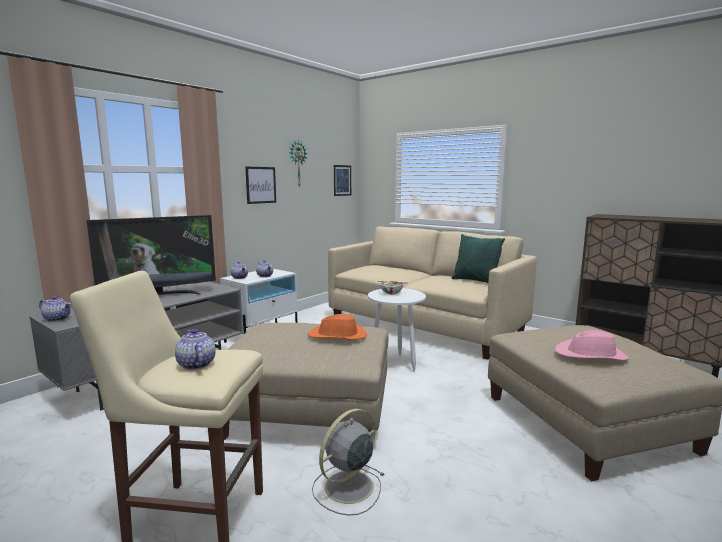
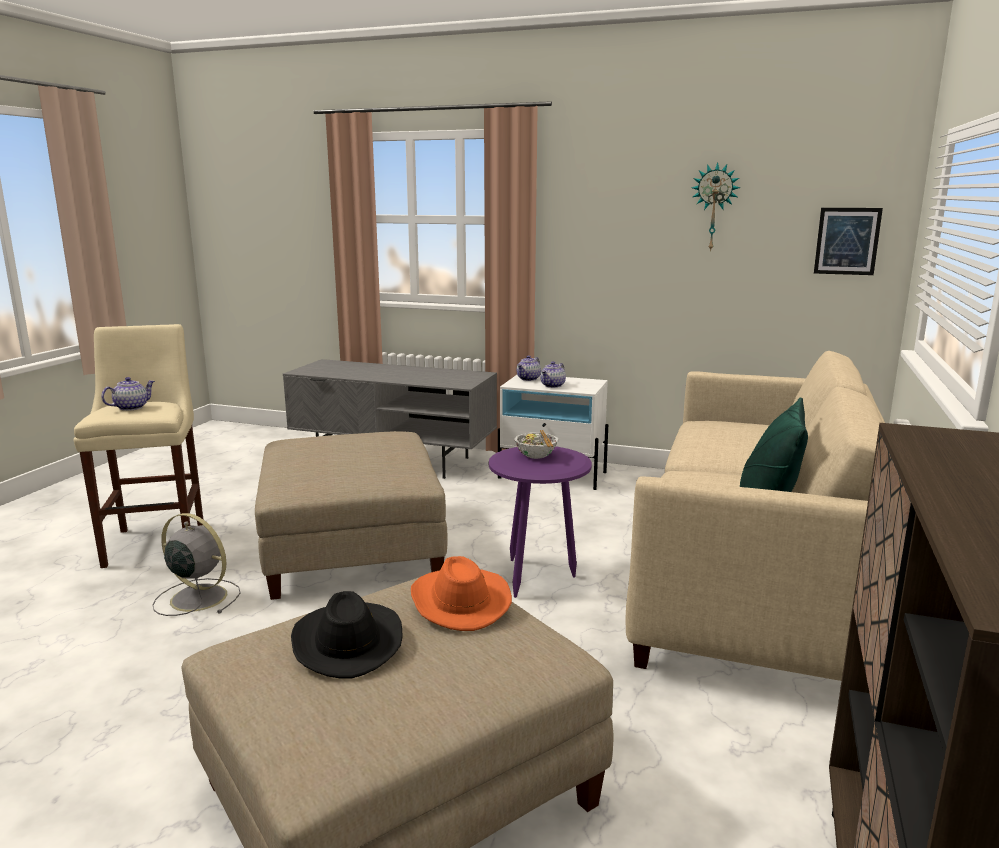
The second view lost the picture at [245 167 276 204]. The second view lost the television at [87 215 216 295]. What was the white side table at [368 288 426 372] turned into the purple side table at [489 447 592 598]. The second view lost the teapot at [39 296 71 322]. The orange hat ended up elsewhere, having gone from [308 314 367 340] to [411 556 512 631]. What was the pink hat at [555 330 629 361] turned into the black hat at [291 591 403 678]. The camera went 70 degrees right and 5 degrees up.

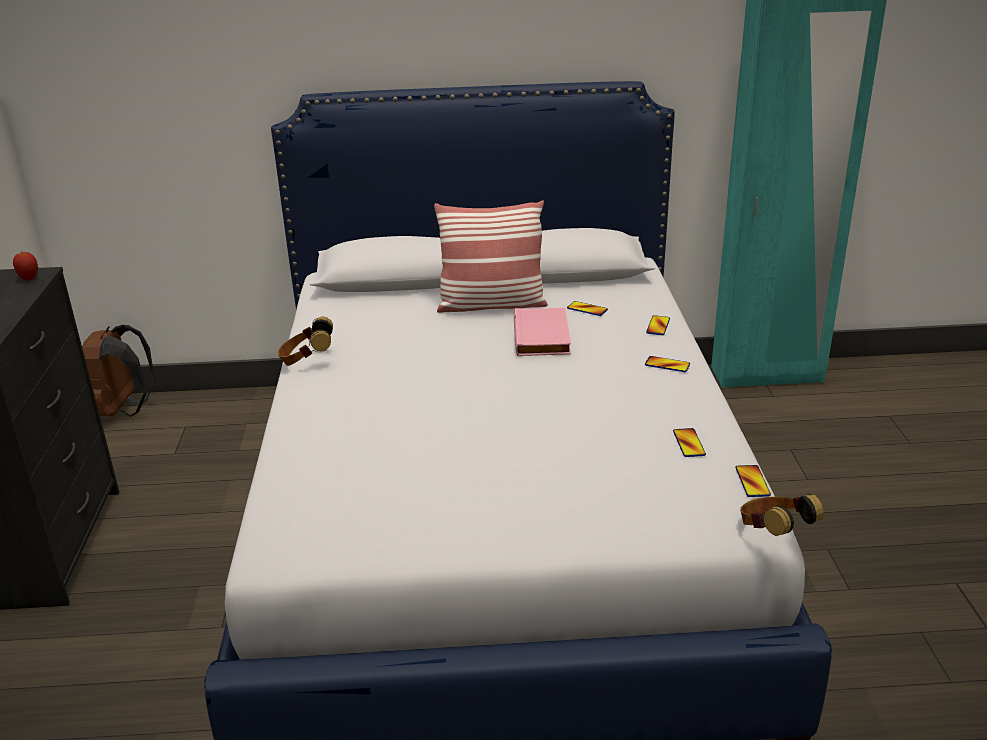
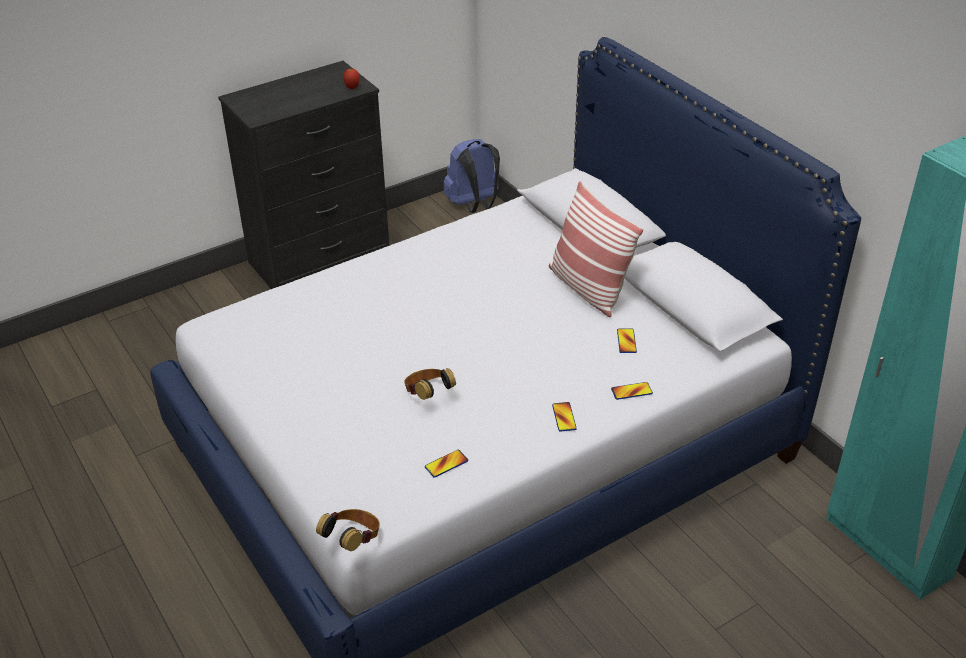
The second view lost the pink book at [514 308 571 356]. The headphones ended up elsewhere, having gone from [278 317 333 366] to [405 368 456 400]. What was the brown backpack at [82 325 155 417] turned into the blue backpack at [444 139 500 213]. The second view lost the phone at [735 465 771 497]. The camera went 60 degrees right and 10 degrees up.

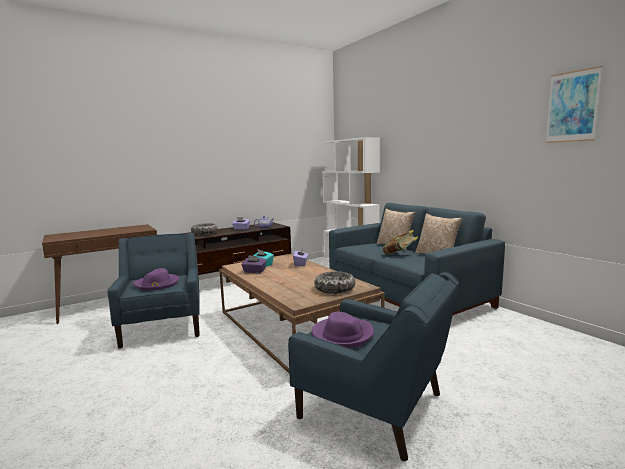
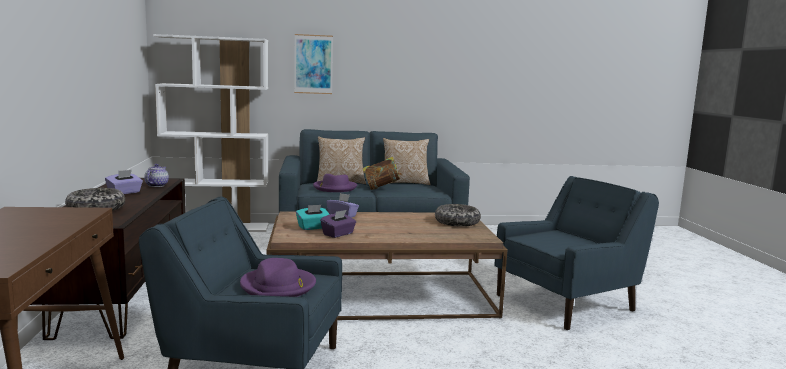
The picture ended up elsewhere, having gone from [545 66 602 143] to [294 34 333 94]. The purple hat ended up elsewhere, having gone from [312 312 374 348] to [313 174 357 192]. The camera went 65 degrees left and 0 degrees up.

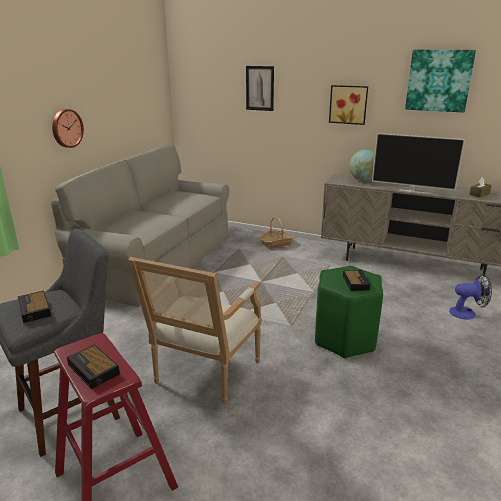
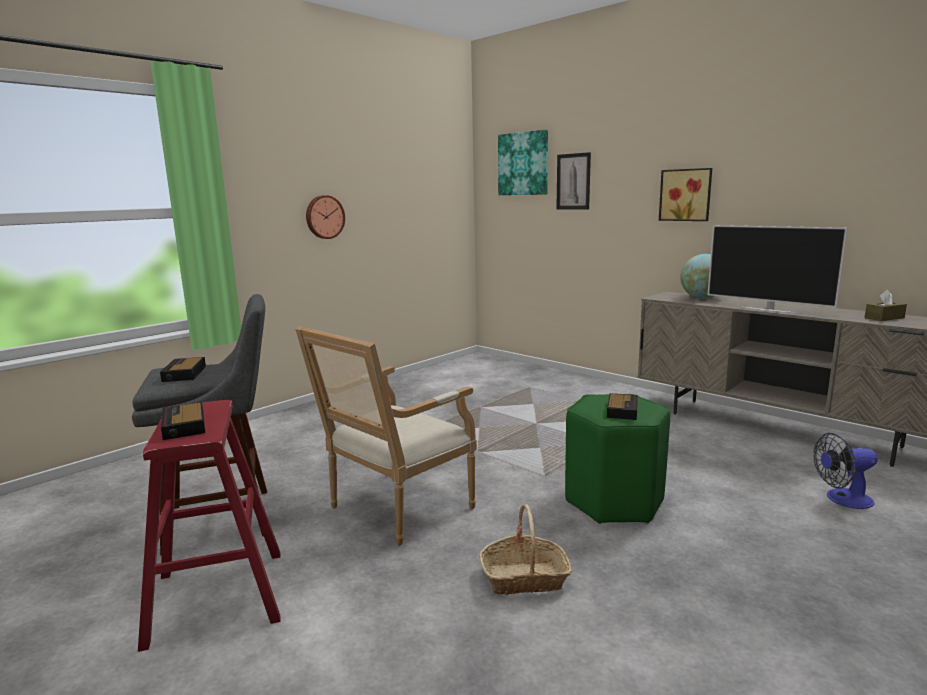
The picture ended up elsewhere, having gone from [405 50 476 113] to [498 130 548 195]. The second view lost the grey sofa at [51 145 229 307]. The basket ended up elsewhere, having gone from [259 217 294 249] to [479 504 573 595]. The fan at [449 274 492 320] ended up facing another way, 150 degrees clockwise from before. The camera went 20 degrees right and 10 degrees down.

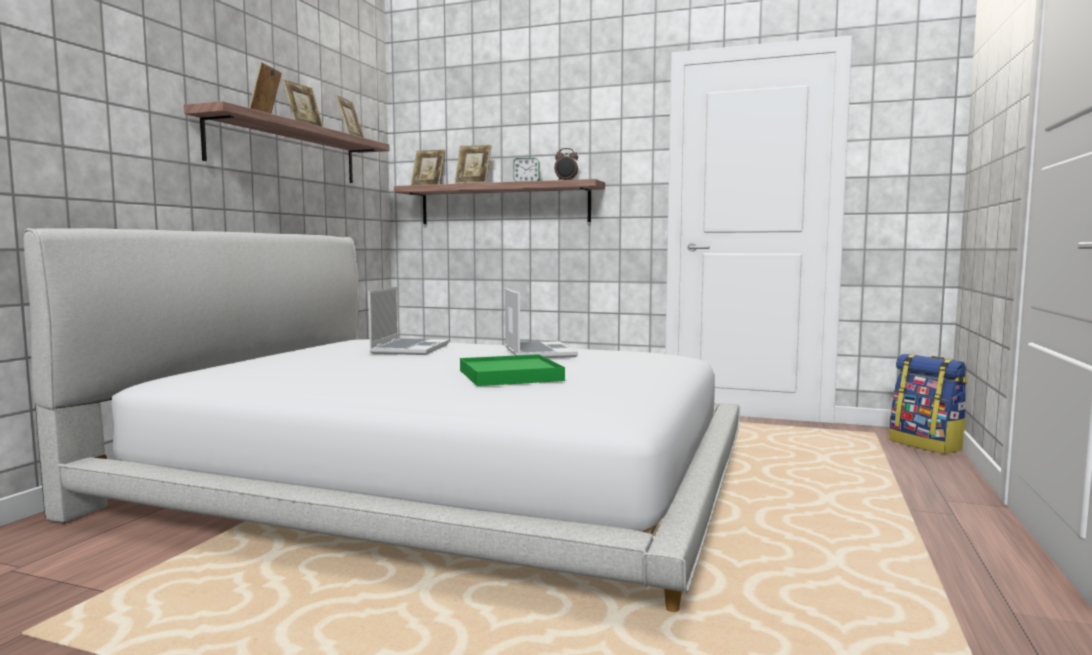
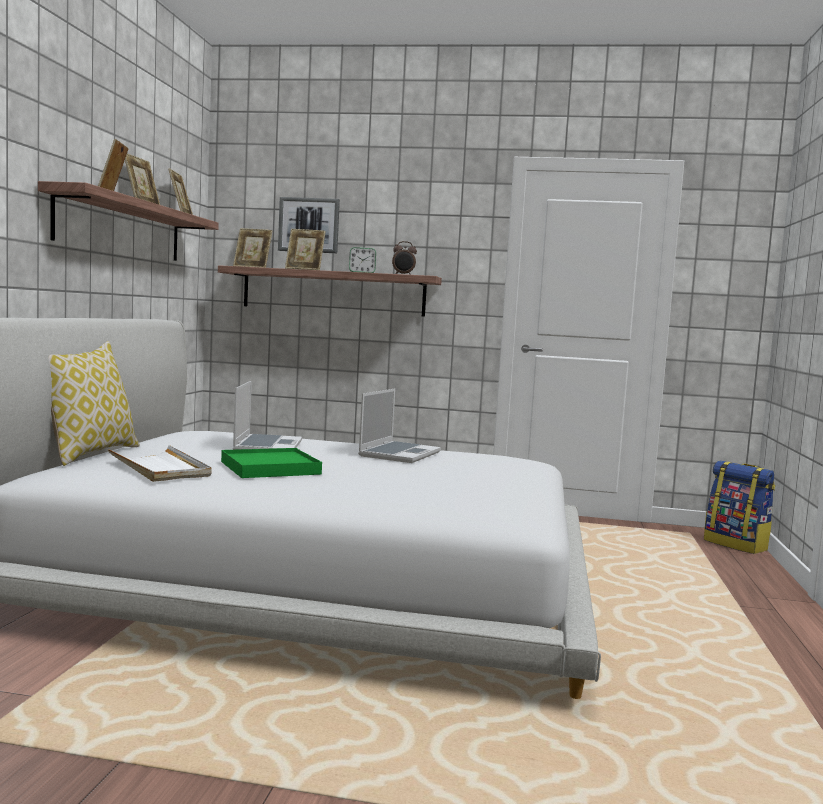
The laptop at [505 288 578 358] ended up facing another way, 45 degrees clockwise from before. The green tray ended up elsewhere, having gone from [460 354 565 386] to [221 448 322 478]. The second view gained the picture at [278 197 340 253]. The second view gained the pillow at [49 341 140 466]. The second view gained the white tray at [108 445 212 482]. The camera went 10 degrees left and 0 degrees up.

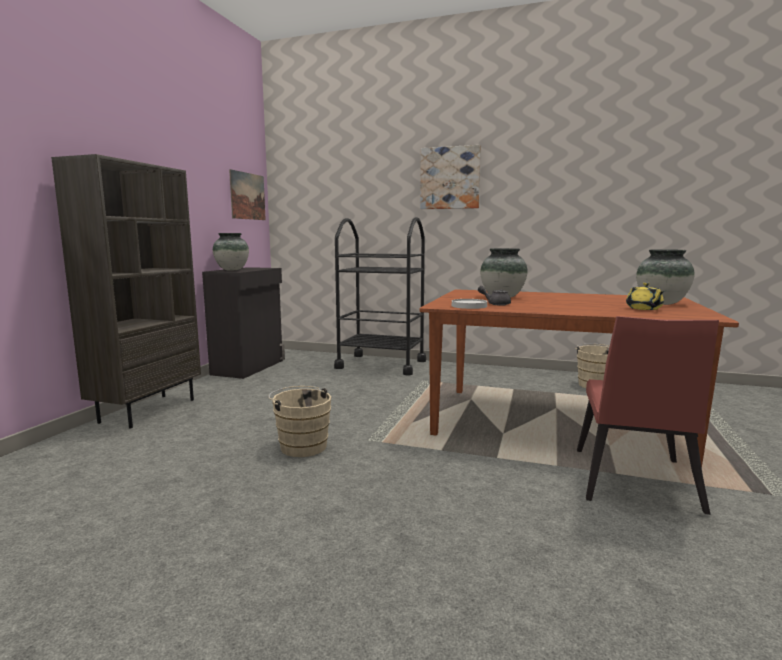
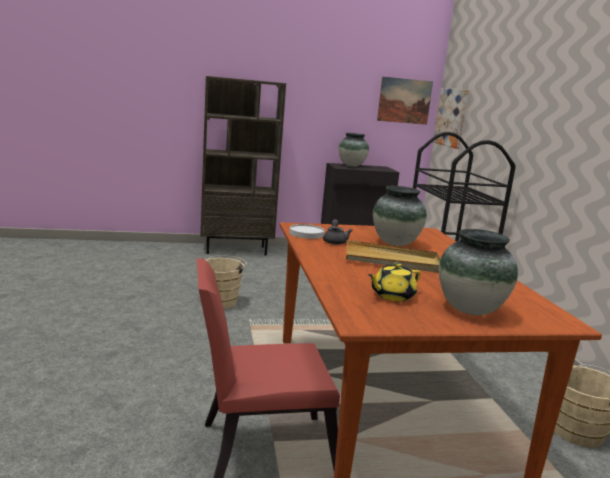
The picture ended up elsewhere, having gone from [420 145 481 209] to [433 88 469 149]. The second view gained the beige tray at [346 240 441 273]. The camera went 60 degrees right and 5 degrees up.

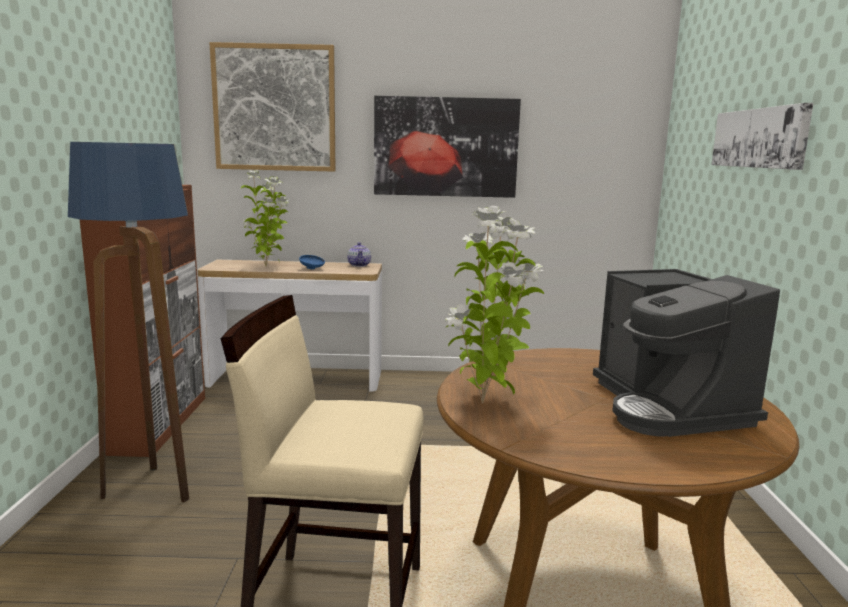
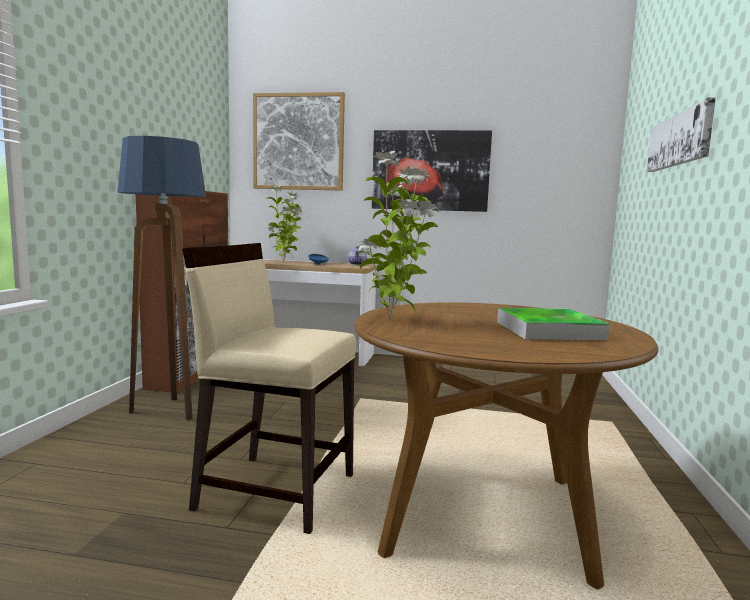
Where the coffee machine stood at [593 269 780 437], the tray came to stand at [497 308 609 340]. The camera went 10 degrees right and 5 degrees down.

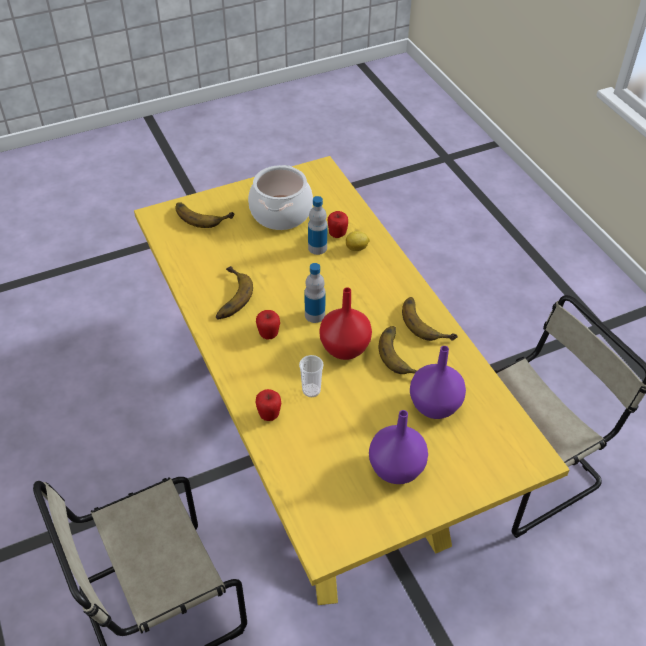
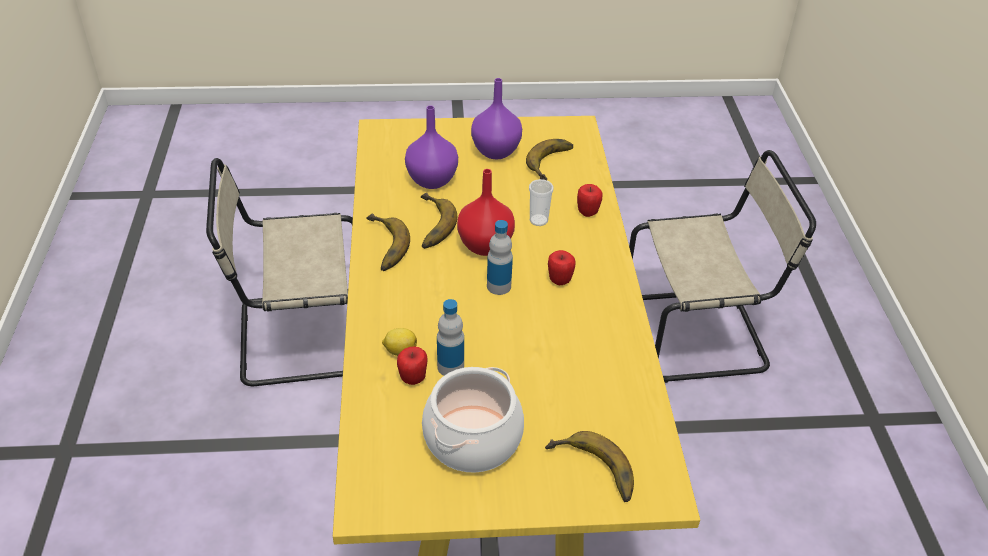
The banana ended up elsewhere, having gone from [216 266 253 319] to [526 139 573 180]. The camera went 160 degrees left and 5 degrees down.

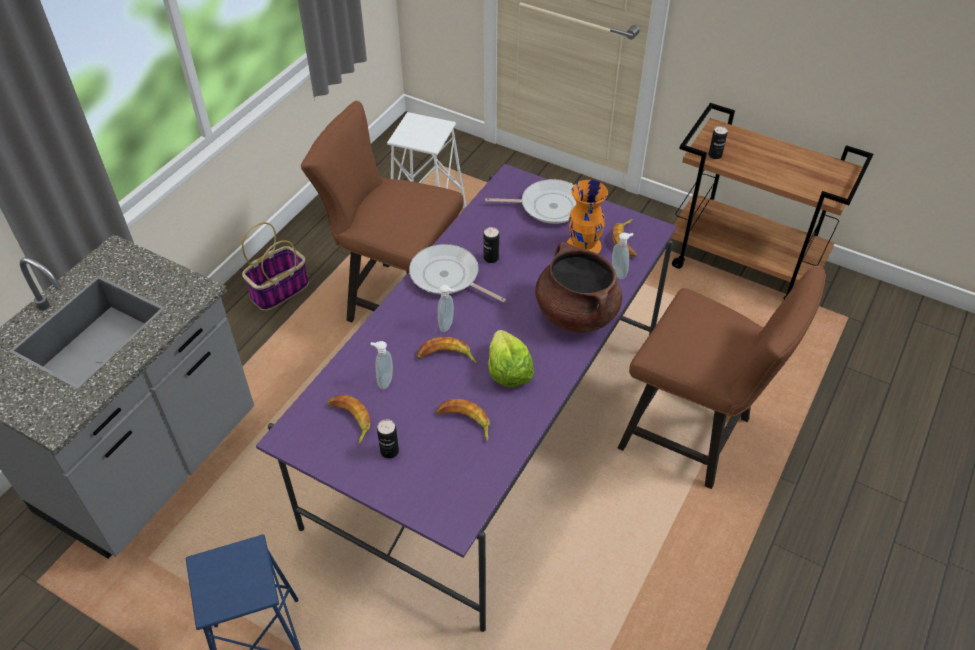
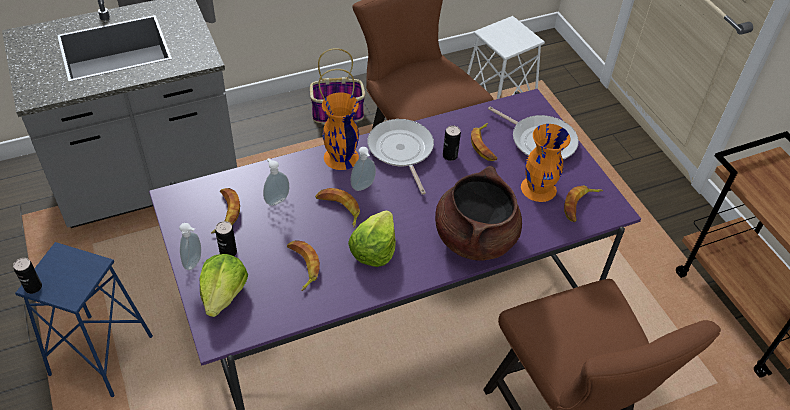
The can ended up elsewhere, having gone from [708 126 727 159] to [13 258 42 294]. The soap dispenser ended up elsewhere, having gone from [612 233 633 279] to [179 223 201 270]. The second view gained the orange vase at [322 92 359 170]. The second view gained the banana at [471 123 497 161]. The second view gained the lettuce at [200 254 248 317]. The camera went 35 degrees right and 0 degrees up.

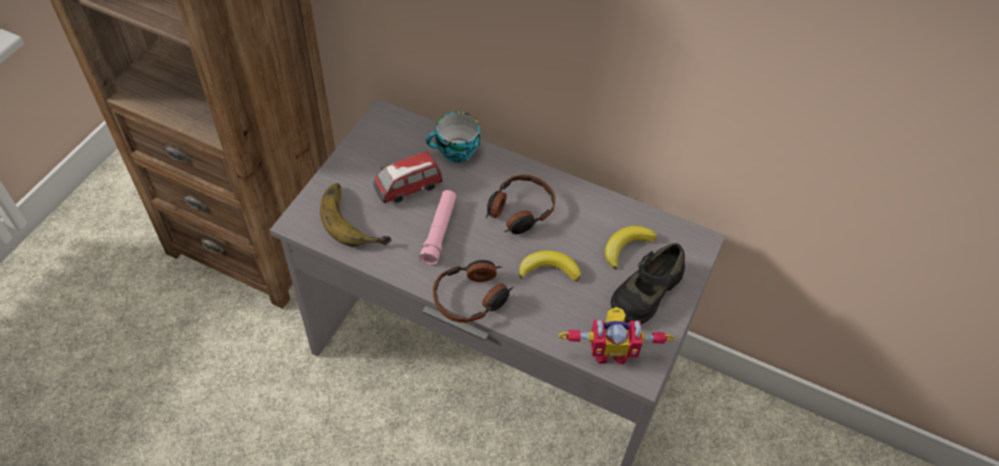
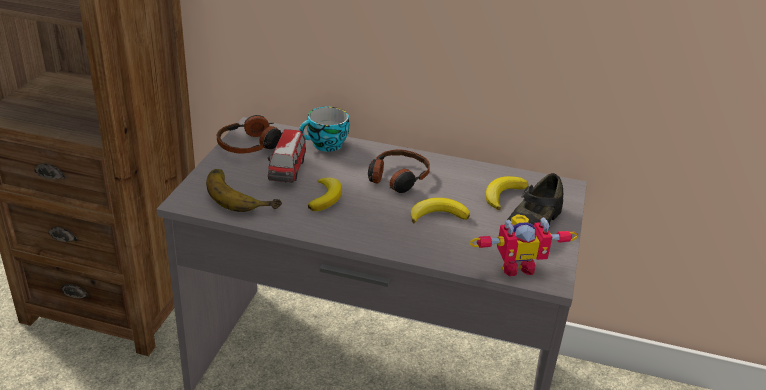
The toy car at [373 151 442 203] ended up facing another way, 45 degrees counterclockwise from before. Where the pink flashlight stood at [419 190 456 265], the banana came to stand at [308 177 342 211]. The headphones ended up elsewhere, having gone from [433 260 514 323] to [217 115 283 153]. The camera went 10 degrees left and 20 degrees down.

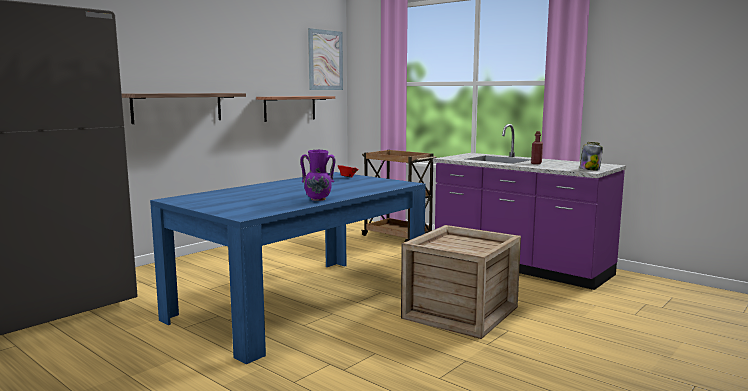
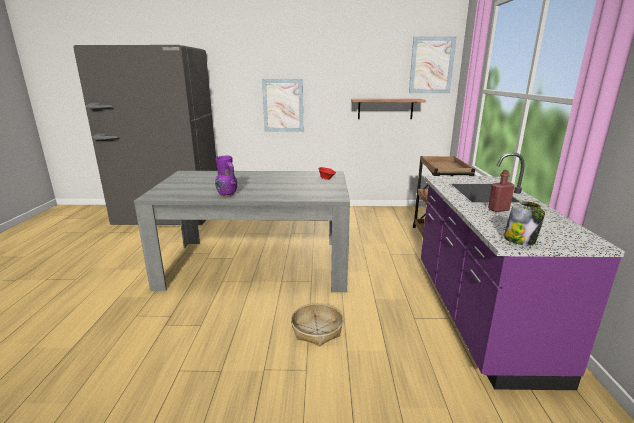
Where the shelf hung at [122 93 246 124], the picture came to hang at [262 79 303 132]. What was the blue dining table at [150 172 426 364] turned into the grey dining table at [134 171 350 292]. Where the crate stood at [401 225 521 339], the basket came to stand at [291 303 344 346]. The camera went 50 degrees right and 10 degrees up.

